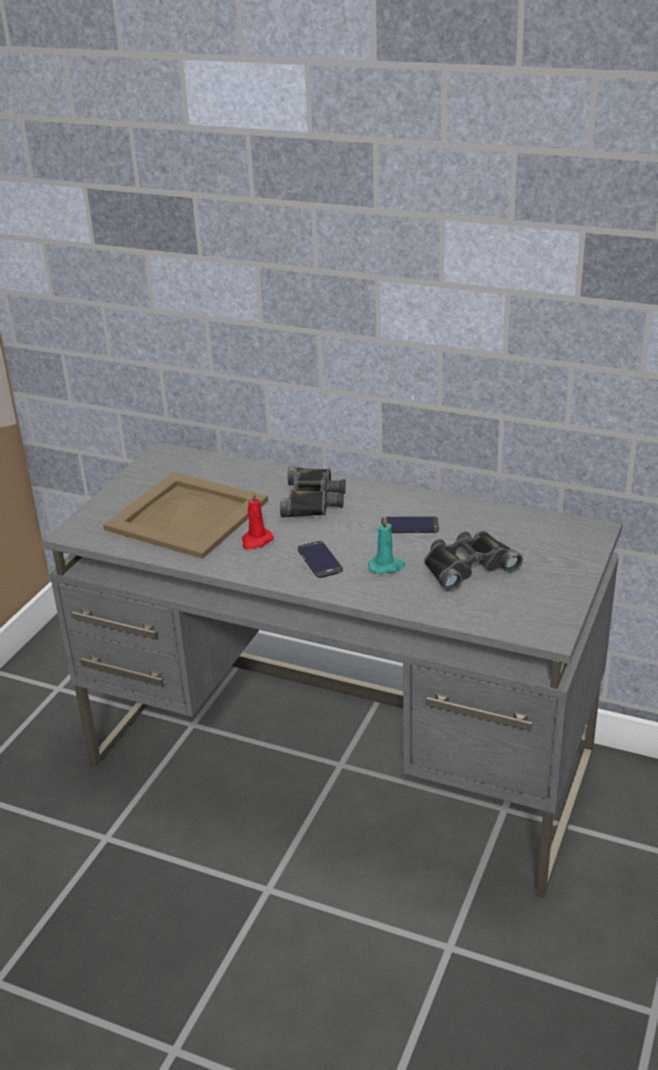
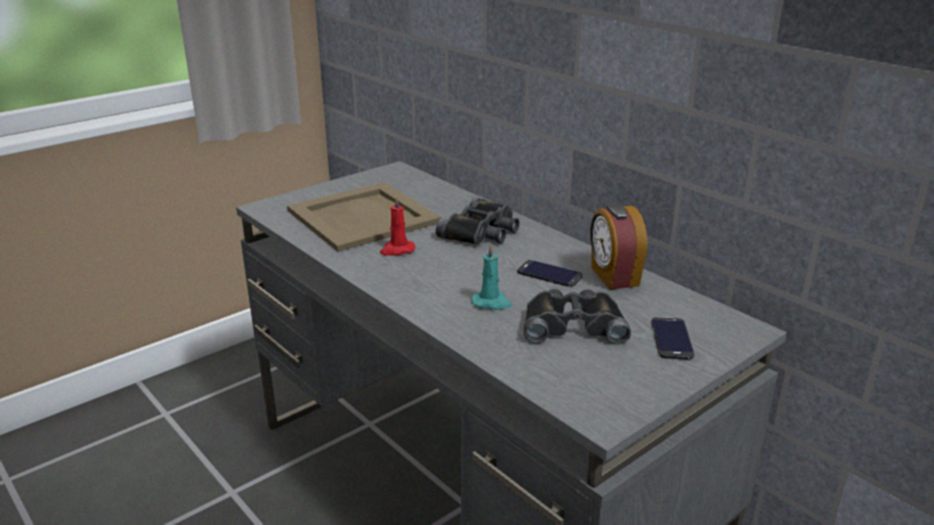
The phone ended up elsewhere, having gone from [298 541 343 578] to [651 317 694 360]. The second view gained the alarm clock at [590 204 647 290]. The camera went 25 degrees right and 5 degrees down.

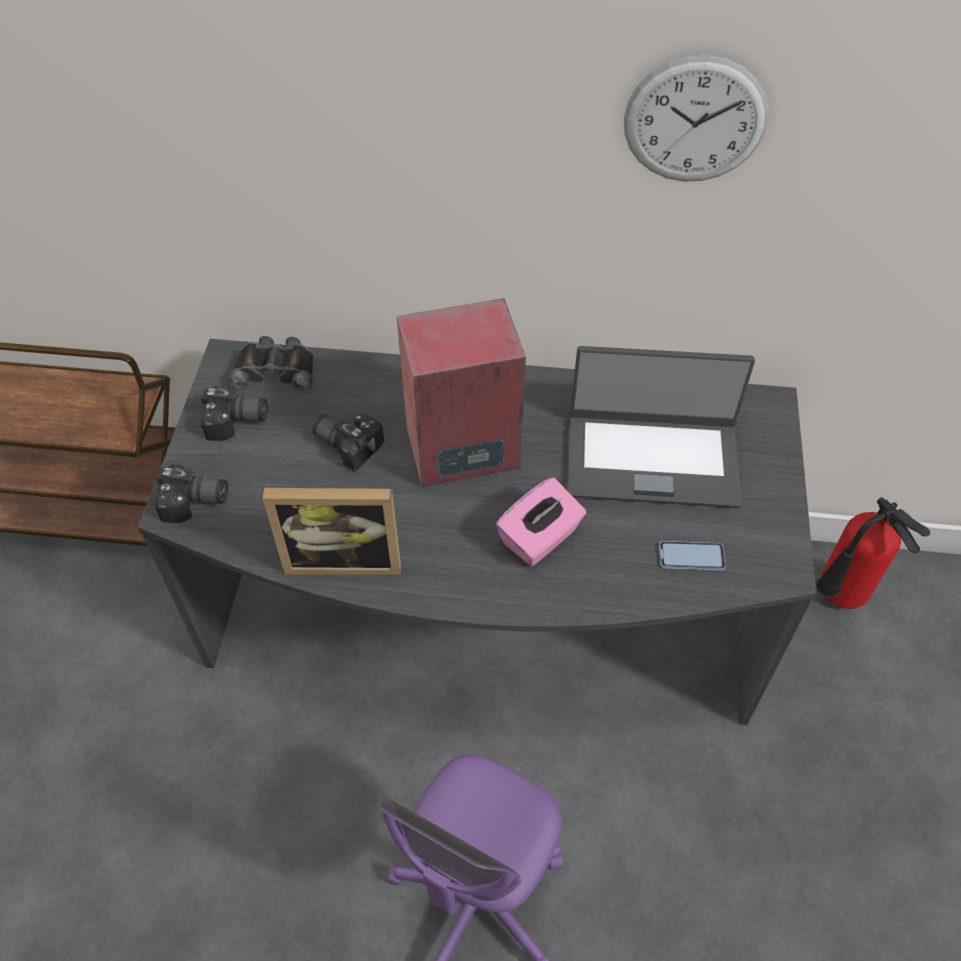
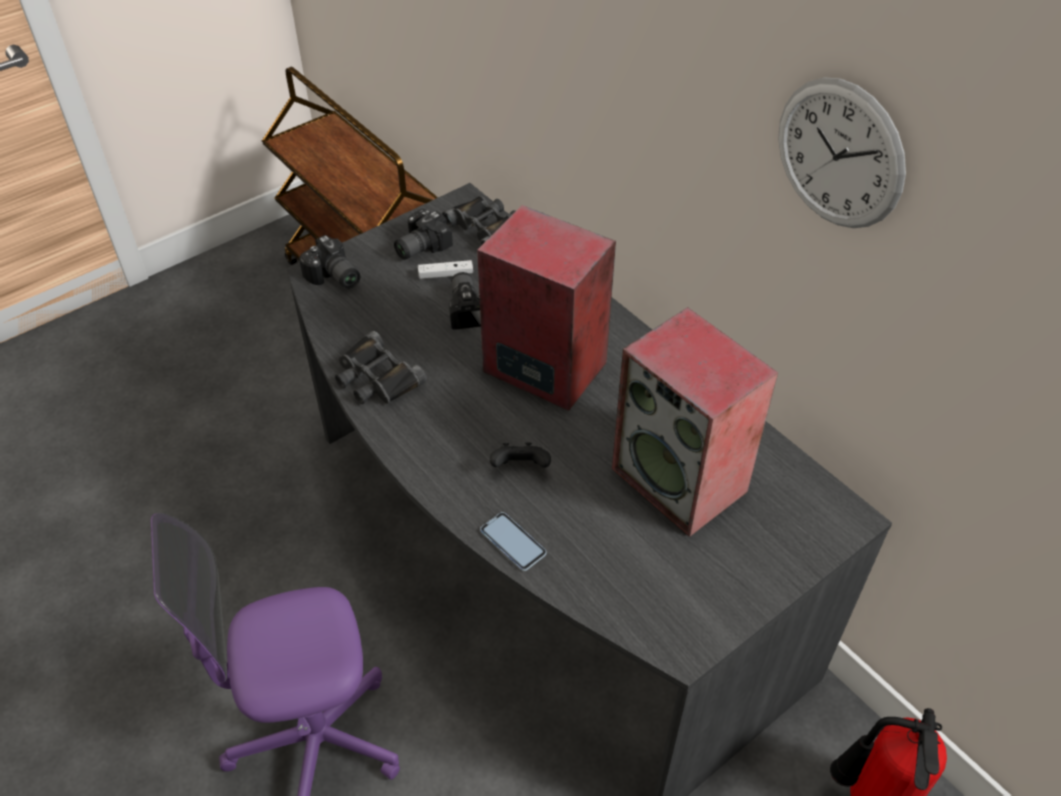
Where the laptop stood at [567 346 755 508], the speaker came to stand at [612 307 778 537]. The photo camera at [201 386 268 441] ended up facing another way, 90 degrees clockwise from before. Where the pink tissue box stood at [496 478 586 566], the black game controller came to stand at [490 443 551 468]. Where the picture frame stood at [263 488 401 575], the black binoculars came to stand at [335 331 427 404]. The phone ended up elsewhere, having gone from [659 541 726 571] to [480 512 546 571]. The second view gained the white game controller at [418 260 473 279]. The camera went 45 degrees right and 5 degrees down.

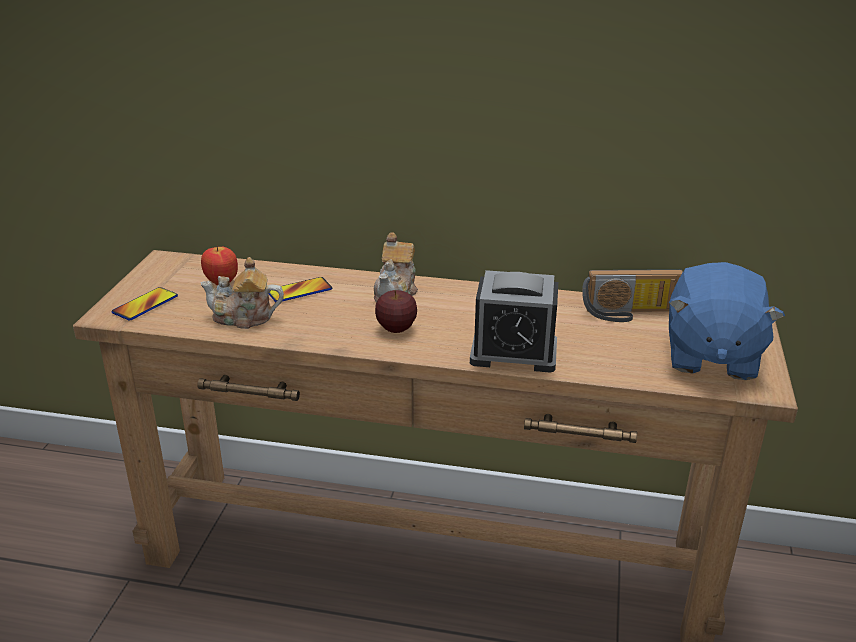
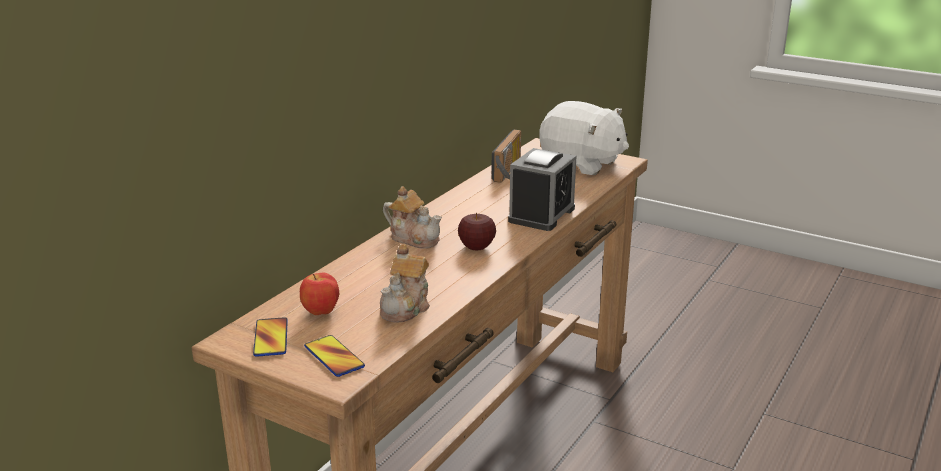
What was the blue plush toy at [668 262 785 380] turned into the white plush toy at [540 101 629 175]. The phone ended up elsewhere, having gone from [269 277 332 302] to [253 317 288 357]. The camera went 70 degrees left and 5 degrees down.

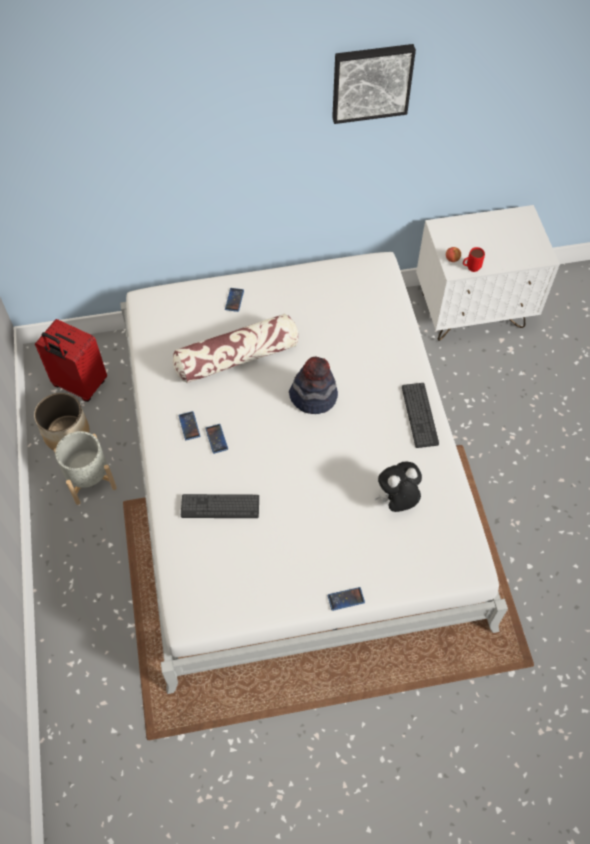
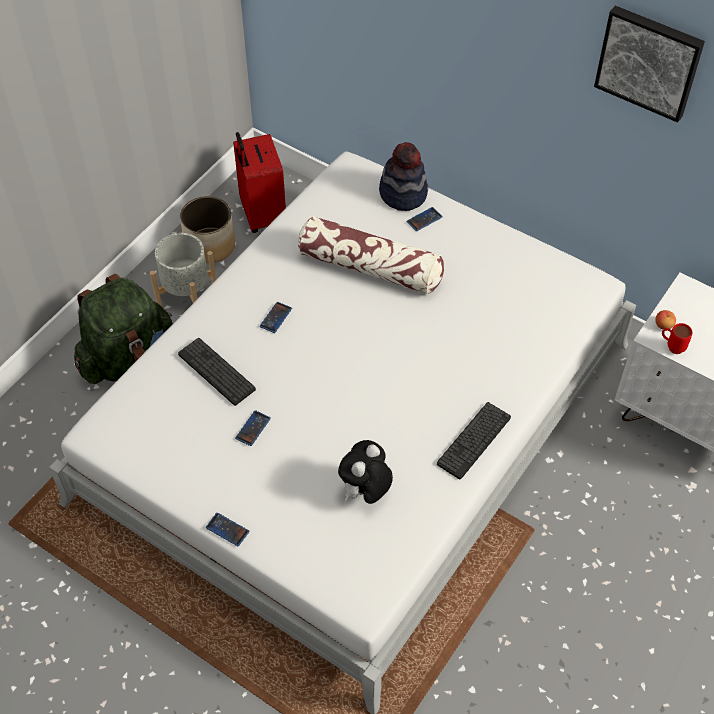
The hat ended up elsewhere, having gone from [289 356 338 414] to [379 142 428 211]. The phone ended up elsewhere, having gone from [178 411 200 440] to [235 410 271 446]. The plush toy at [375 462 422 512] ended up facing another way, 75 degrees counterclockwise from before. The second view gained the green backpack at [74 274 173 384]. The camera went 45 degrees right and 5 degrees down.

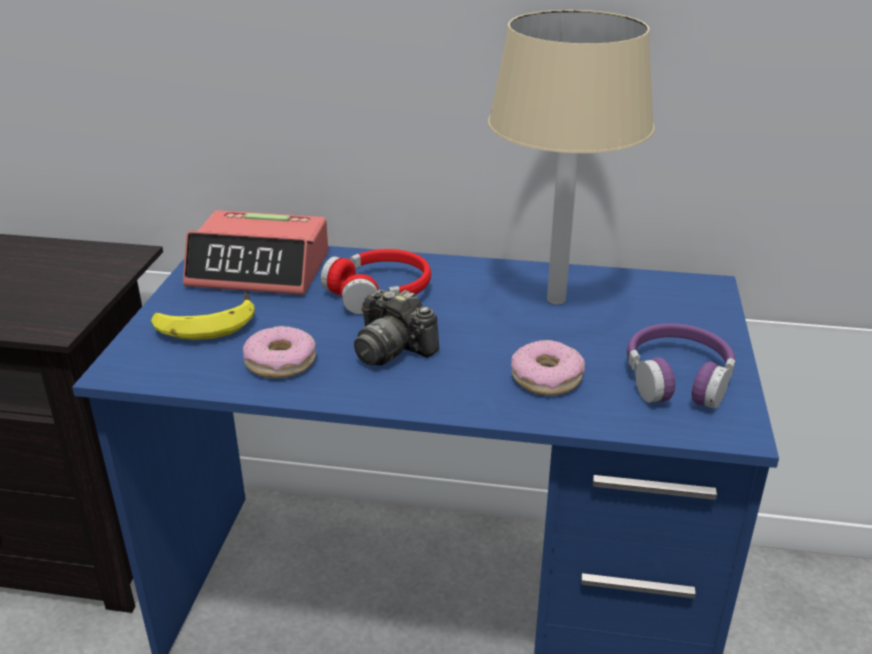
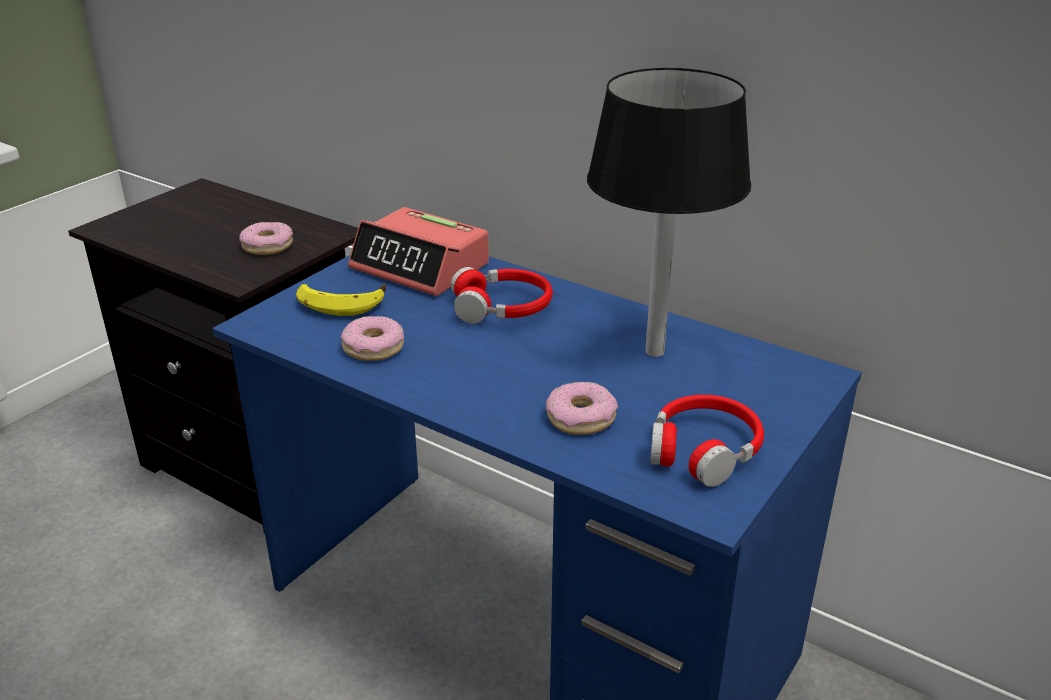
What was the beige table lamp at [488 10 654 305] turned into the black table lamp at [587 68 751 357]. The second view lost the photo camera at [354 289 439 366]. What was the purple headphones at [627 323 735 409] turned into the red headphones at [650 395 764 487]. The second view gained the donut at [240 222 293 255]. The camera went 25 degrees right and 0 degrees up.

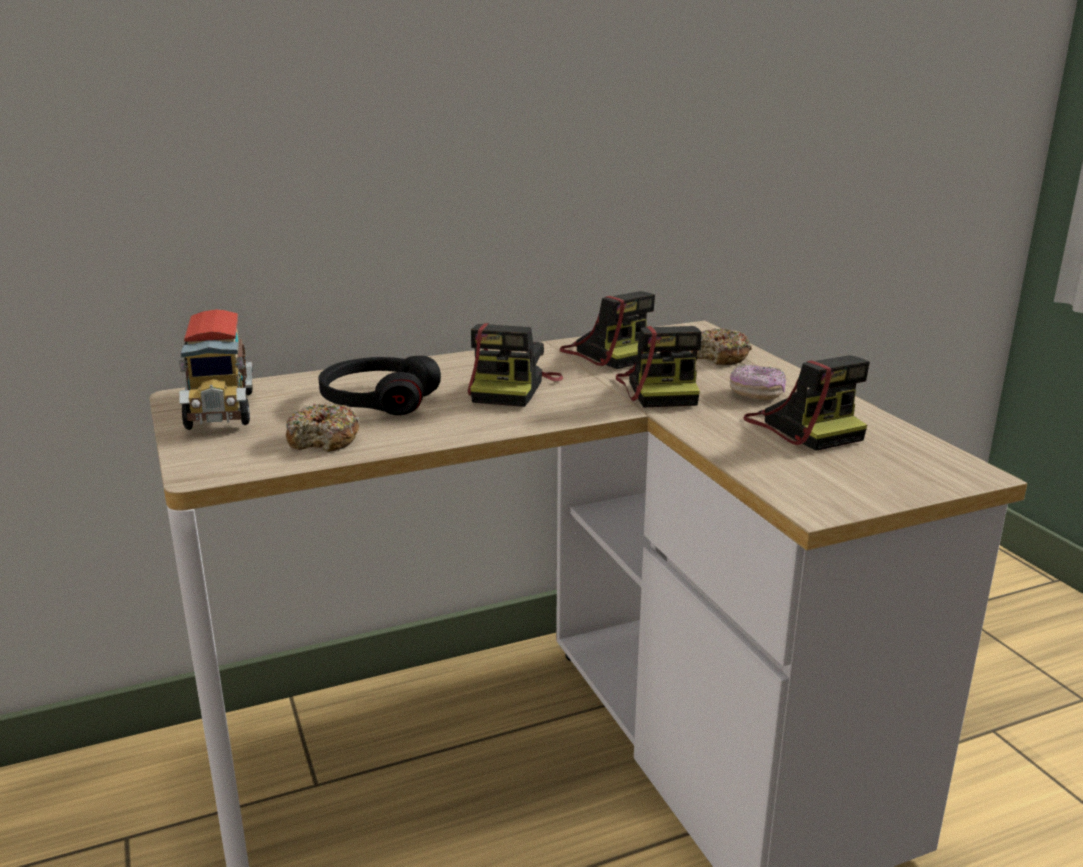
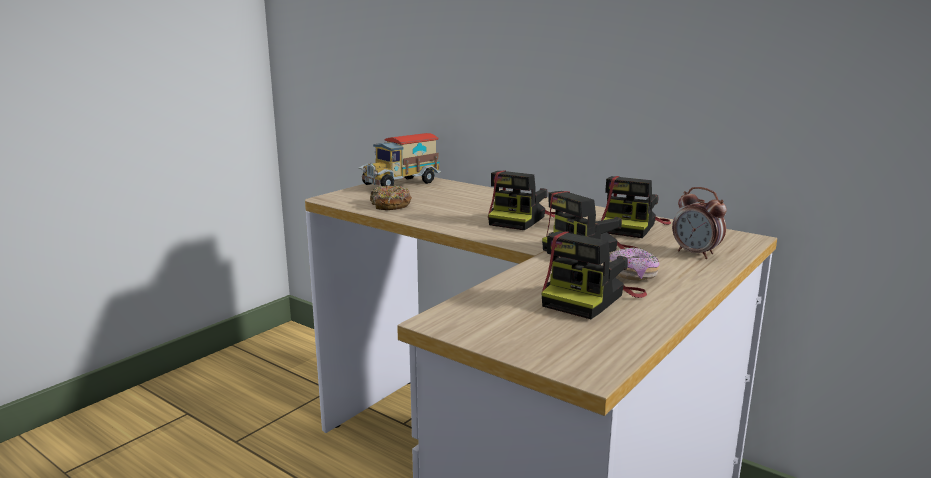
The photo camera at [468 323 564 407] ended up facing another way, 45 degrees counterclockwise from before. Where the donut stood at [691 328 752 365], the alarm clock came to stand at [672 187 727 259]. The second view lost the black headphones at [318 356 441 415]. The camera went 60 degrees right and 5 degrees down.

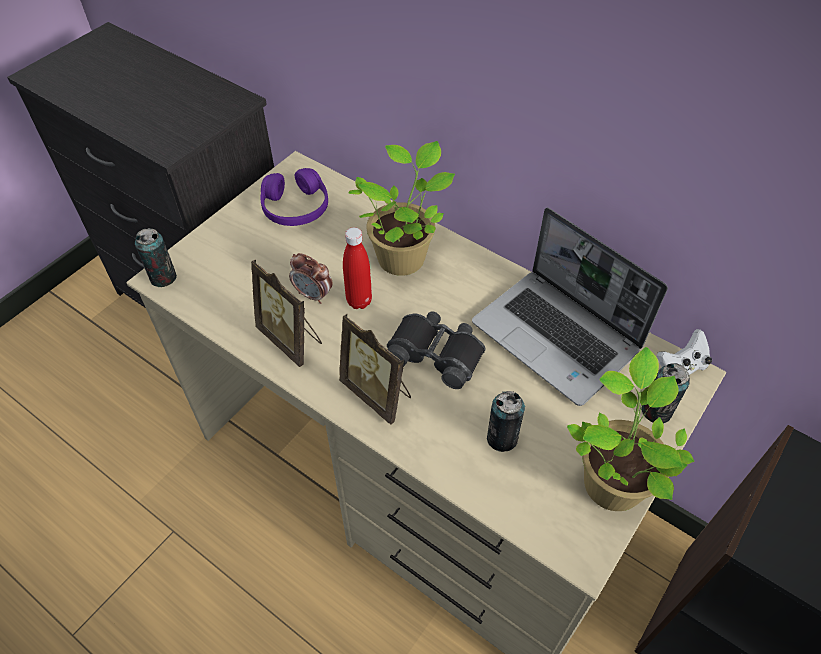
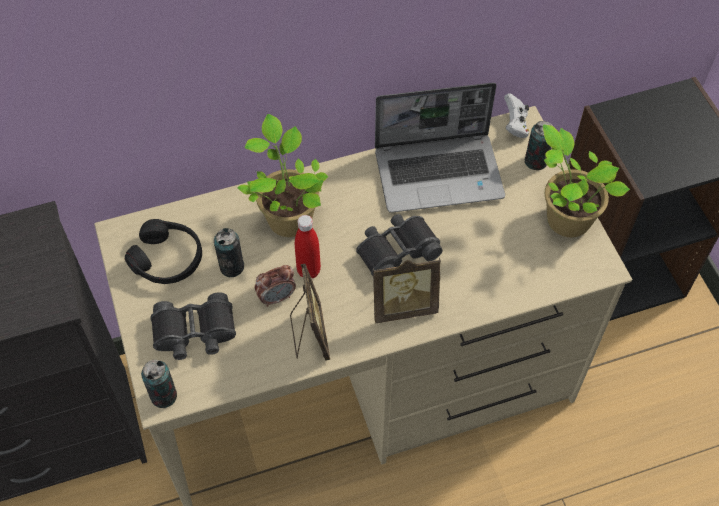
What was the purple headphones at [261 168 328 226] turned into the black headphones at [125 219 202 284]. The picture frame at [251 259 322 367] ended up facing another way, 90 degrees counterclockwise from before. The can ended up elsewhere, having gone from [487 391 525 452] to [214 228 244 277]. The second view gained the black binoculars at [150 292 236 360]. The camera went 55 degrees left and 5 degrees up.

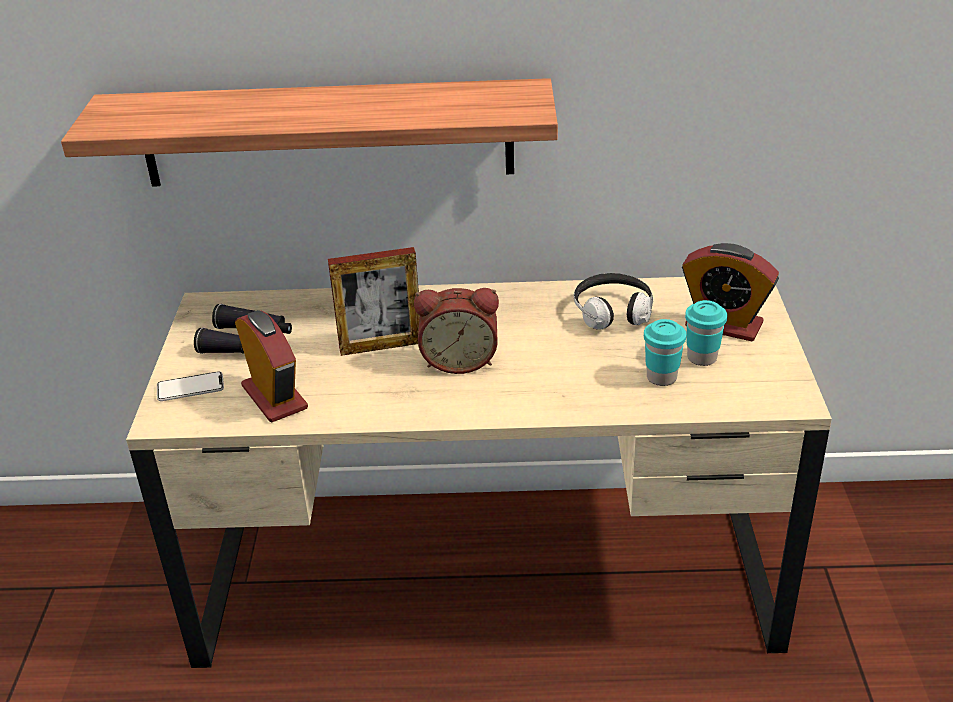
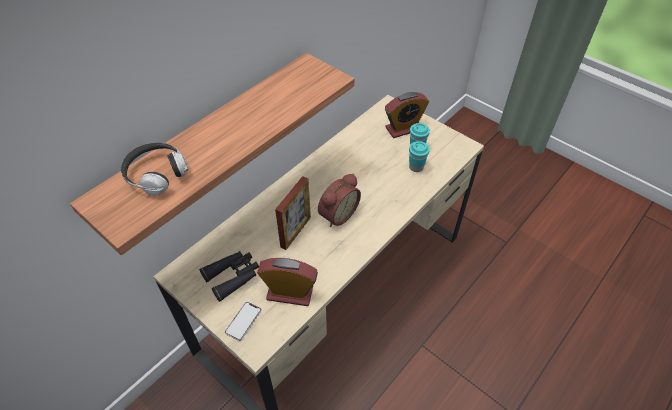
The headphones ended up elsewhere, having gone from [574 273 653 330] to [121 143 188 196]. The camera went 50 degrees left and 15 degrees up.

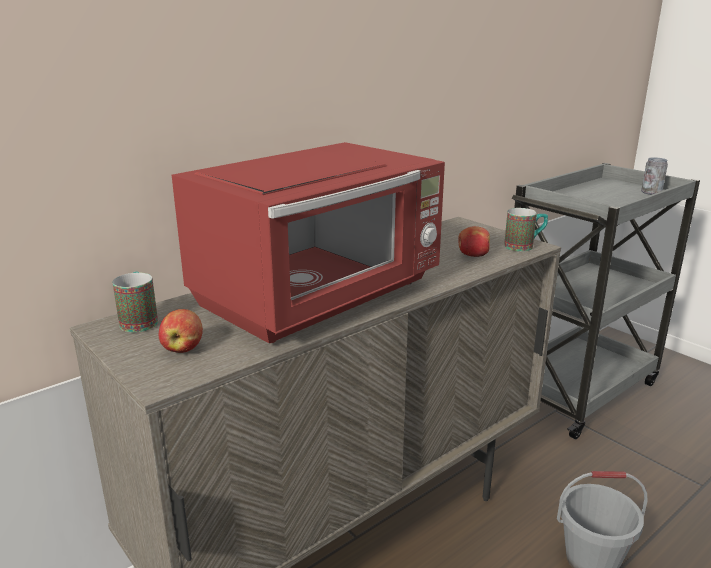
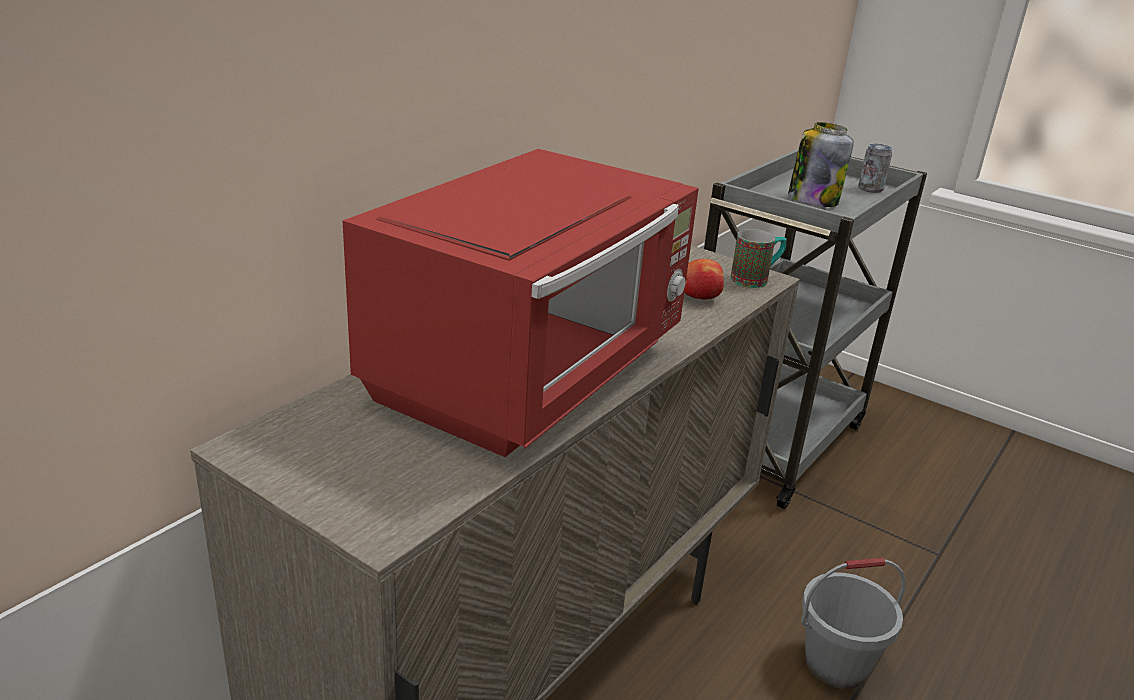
The second view lost the mug at [113 272 158 332]. The second view lost the apple at [159 309 203 353]. The second view gained the jar at [788 122 854 207]. The camera went 15 degrees left and 5 degrees up.

